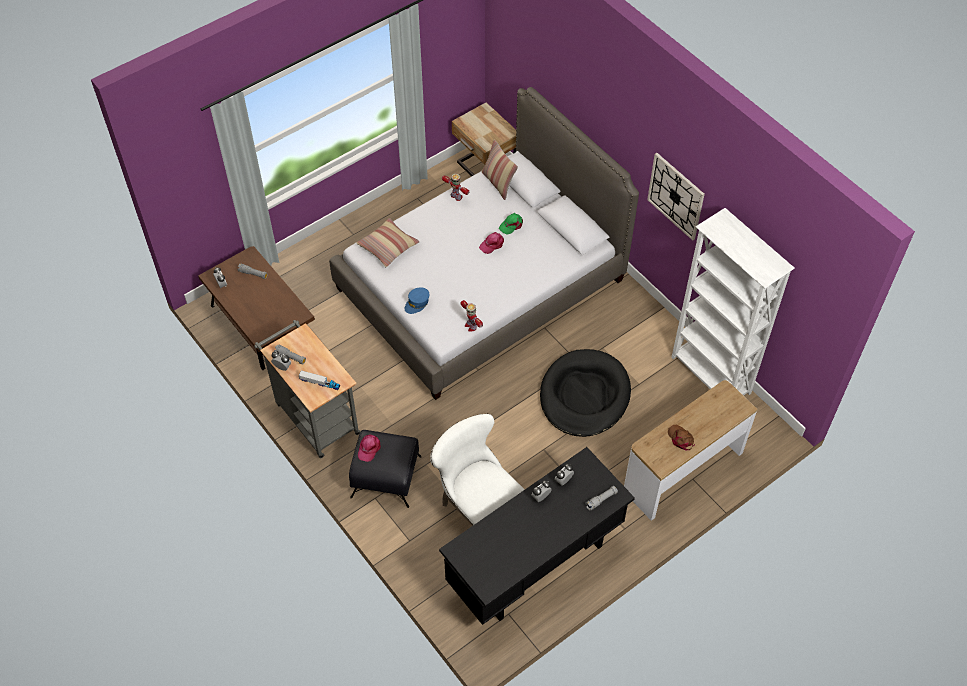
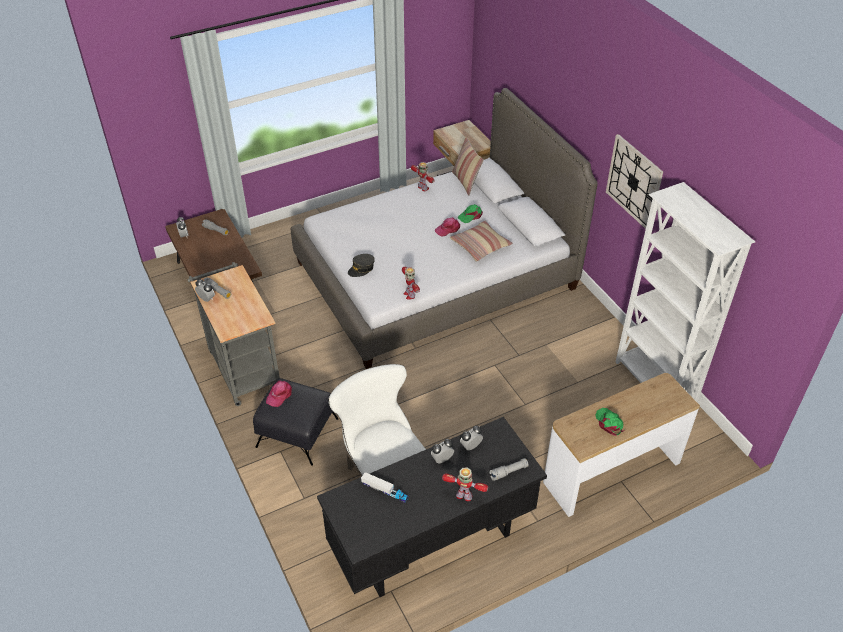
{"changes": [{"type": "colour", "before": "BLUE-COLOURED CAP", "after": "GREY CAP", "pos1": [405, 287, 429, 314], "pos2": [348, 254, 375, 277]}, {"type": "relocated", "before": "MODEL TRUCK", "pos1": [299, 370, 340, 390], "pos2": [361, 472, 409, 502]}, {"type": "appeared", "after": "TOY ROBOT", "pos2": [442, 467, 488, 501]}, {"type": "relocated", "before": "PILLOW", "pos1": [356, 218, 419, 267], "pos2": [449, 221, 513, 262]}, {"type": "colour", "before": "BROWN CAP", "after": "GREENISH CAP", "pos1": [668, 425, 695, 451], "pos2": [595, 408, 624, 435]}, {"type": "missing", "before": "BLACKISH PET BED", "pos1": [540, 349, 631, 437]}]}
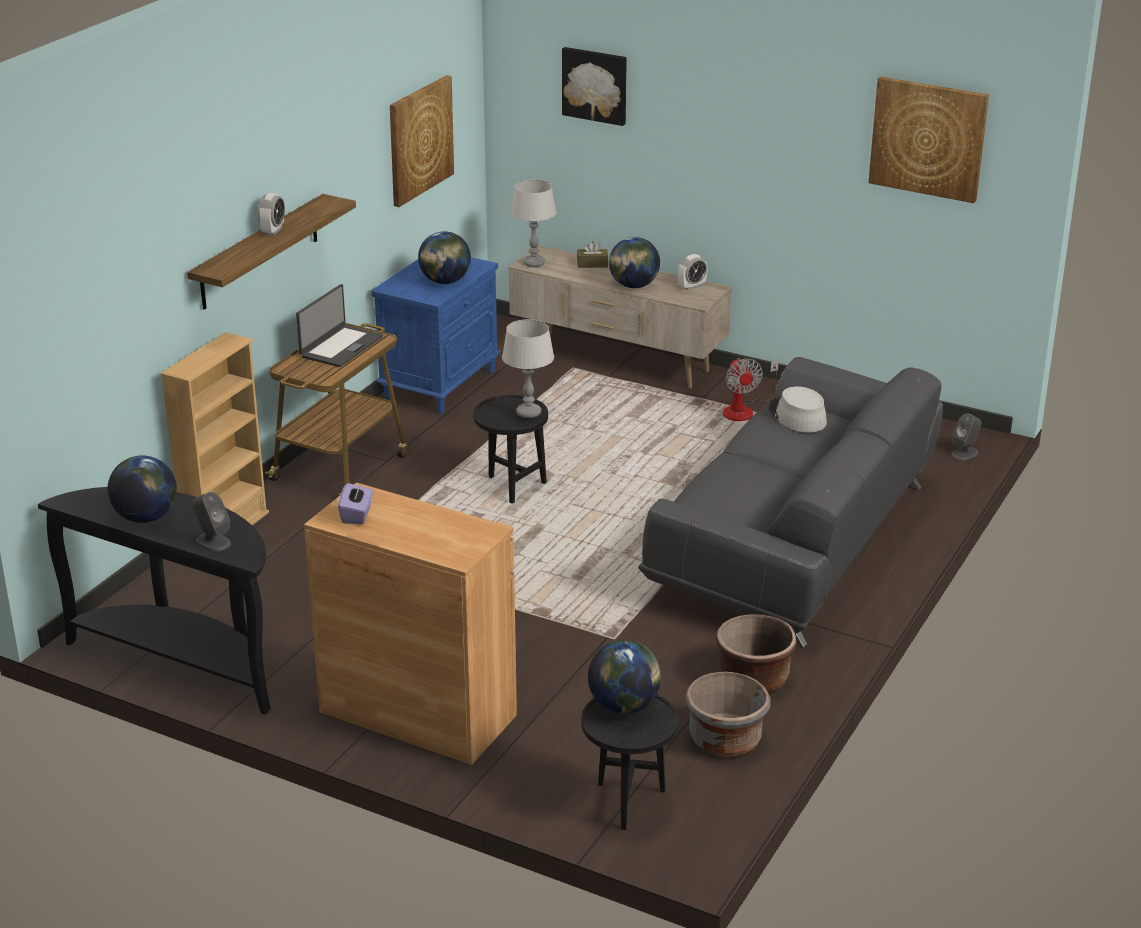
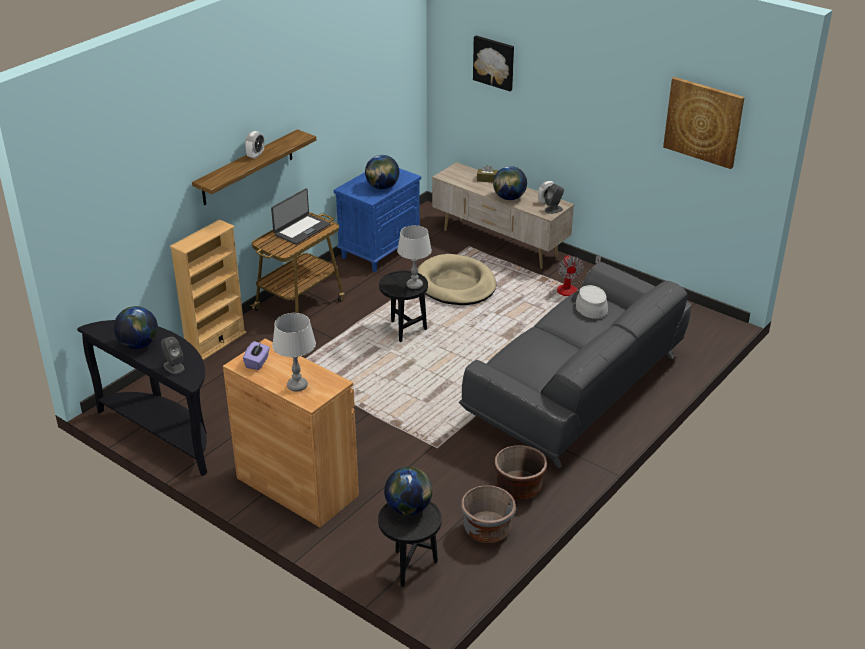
{"changes": [{"type": "relocated", "before": "GREY TABLETOP LAMP", "pos1": [511, 180, 556, 267], "pos2": [272, 313, 316, 392]}, {"type": "appeared", "after": "BEIGE PET BED", "pos2": [418, 254, 496, 305]}, {"type": "relocated", "before": "GREY SPEAKER", "pos1": [951, 413, 981, 460], "pos2": [545, 184, 564, 214]}, {"type": "missing", "before": "PICTURE", "pos1": [390, 75, 454, 207]}]}
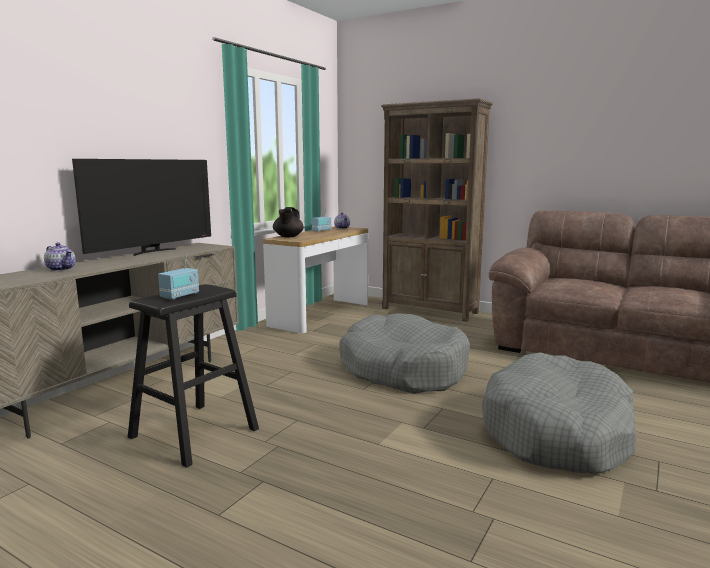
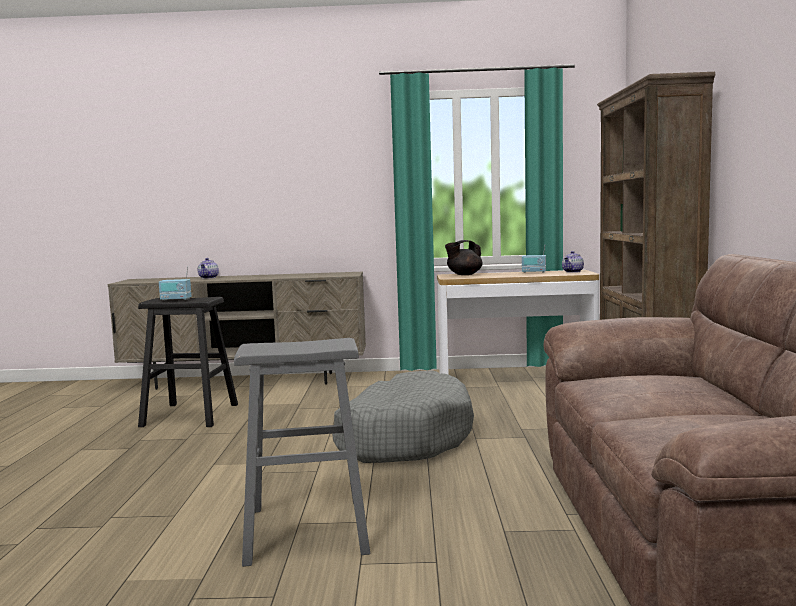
{"changes": [{"type": "exchanged", "before": "GREY PET BED", "after": "GREY STOOL SEAT", "pos1": [482, 352, 636, 473], "pos2": [234, 338, 370, 567]}, {"type": "missing", "before": "TV", "pos1": [72, 159, 211, 256]}]}
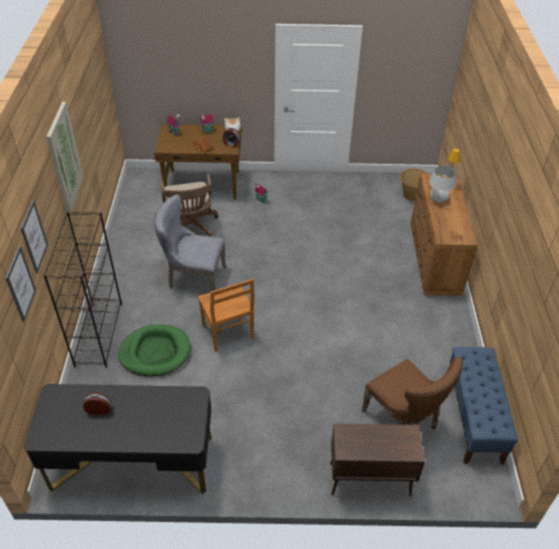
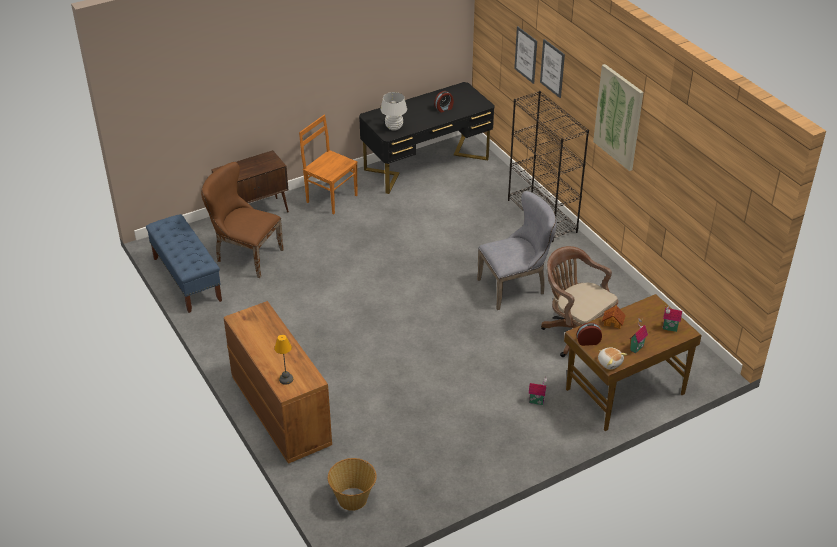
{"changes": [{"type": "relocated", "before": "BROWN CHAIR", "pos1": [198, 279, 255, 352], "pos2": [299, 115, 358, 214]}, {"type": "relocated", "before": "WHITISH TABLETOP LAMP", "pos1": [429, 165, 456, 203], "pos2": [380, 92, 407, 131]}, {"type": "missing", "before": "GREENISH PET BED", "pos1": [118, 324, 191, 377]}]}
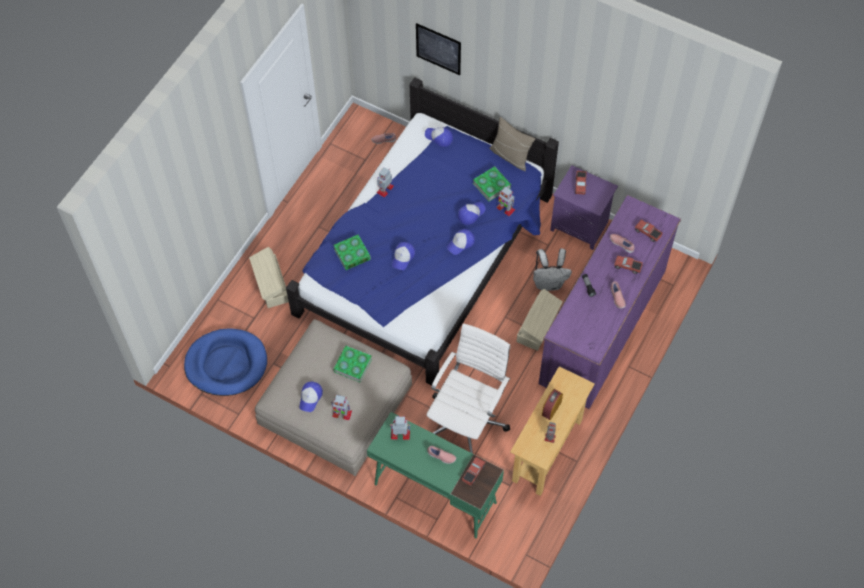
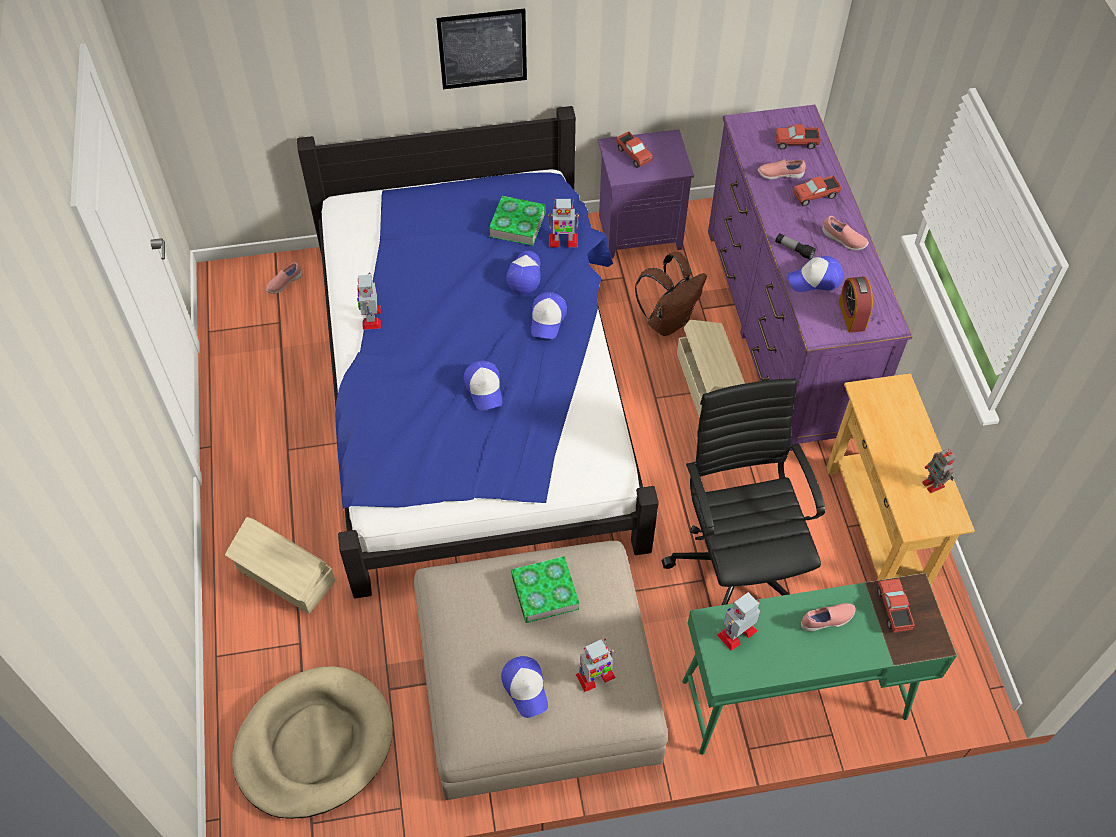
{"changes": [{"type": "colour", "before": "BLUE-COLOURED PET BED", "after": "BEIGE PET BED", "pos1": [184, 328, 267, 396], "pos2": [232, 666, 393, 819]}, {"type": "relocated", "before": "PICTURE", "pos1": [416, 23, 461, 75], "pos2": [436, 8, 527, 89]}, {"type": "colour", "before": "WHITISH RUCKSACK", "after": "BROWN RUCKSACK", "pos1": [533, 248, 572, 291], "pos2": [635, 252, 707, 336]}, {"type": "colour", "before": "WHITISH DESK CHAIR", "after": "BLACKISH DESK CHAIR", "pos1": [426, 323, 510, 454], "pos2": [662, 378, 825, 605]}, {"type": "relocated", "before": "CAP", "pos1": [425, 127, 453, 147], "pos2": [787, 256, 843, 292]}, {"type": "relocated", "before": "TABLE CLOCK", "pos1": [542, 389, 563, 420], "pos2": [838, 276, 873, 333]}, {"type": "missing", "before": "VOLUME", "pos1": [334, 235, 371, 270]}, {"type": "missing", "before": "BEIGE PILLOW", "pos1": [489, 117, 535, 171]}]}
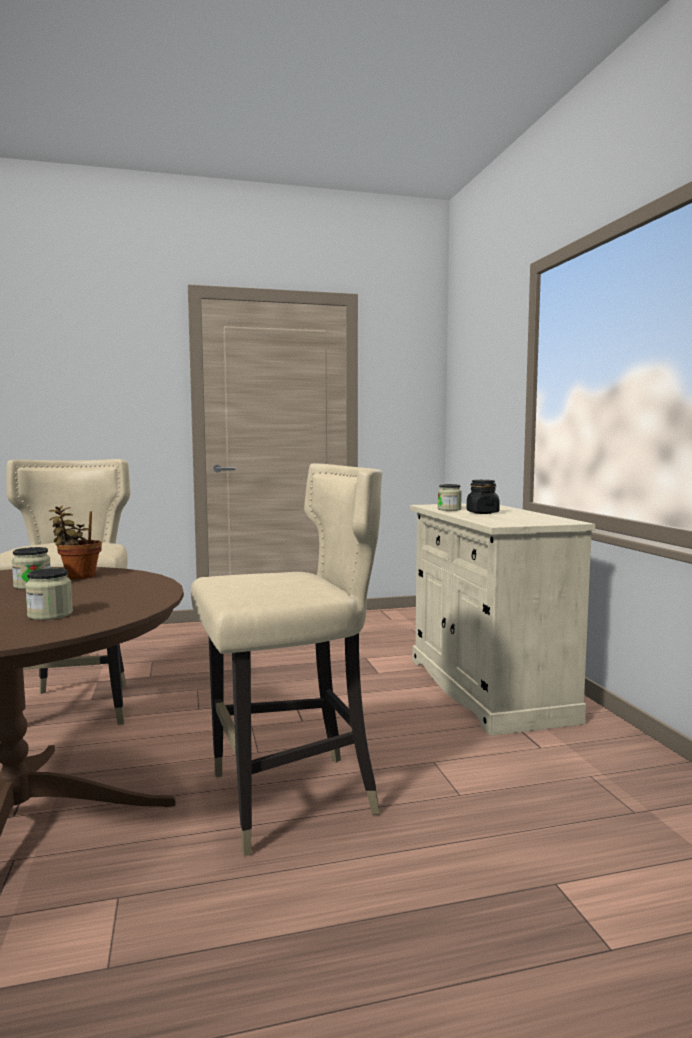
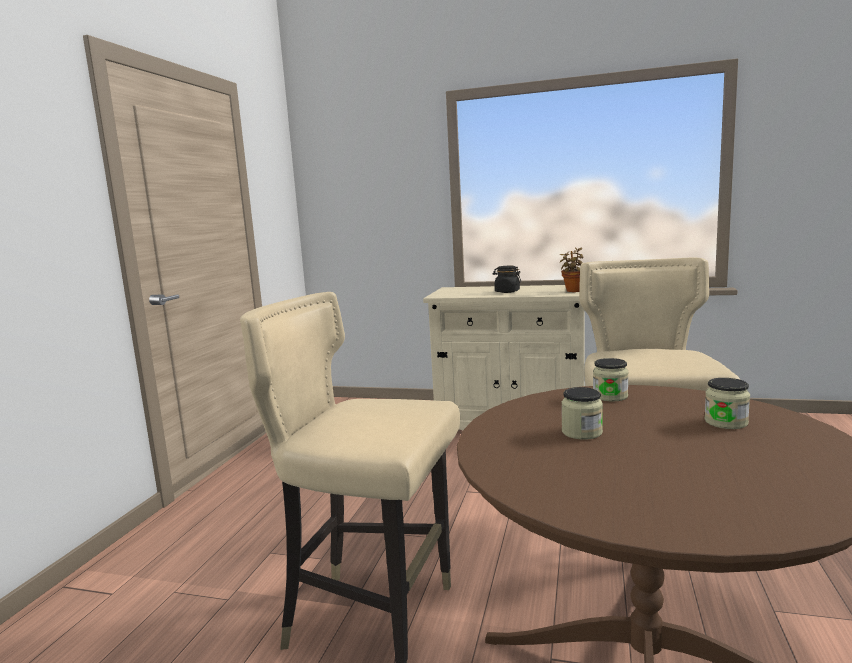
{"changes": [{"type": "relocated", "before": "POTTED PLANT", "pos1": [48, 506, 102, 579], "pos2": [560, 248, 584, 292]}, {"type": "relocated", "before": "STORAGE JAR", "pos1": [438, 484, 462, 511], "pos2": [593, 358, 629, 401]}]}
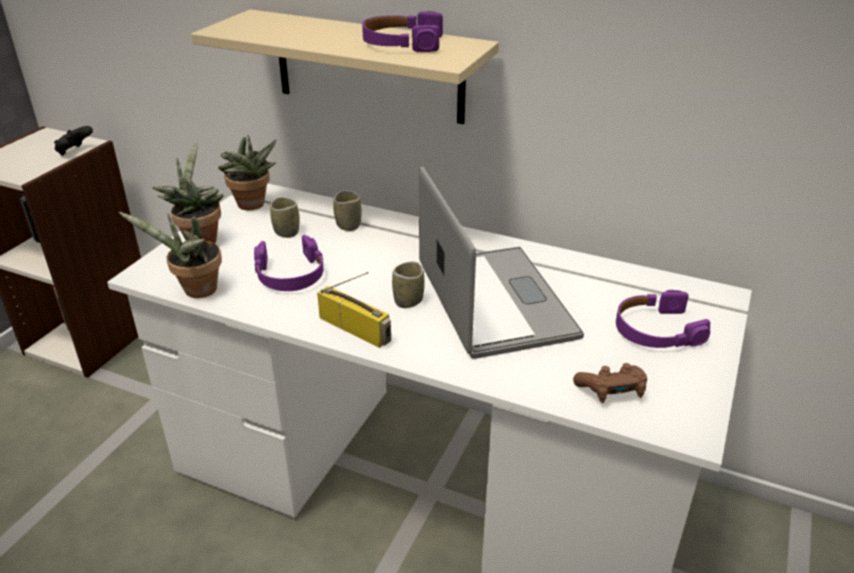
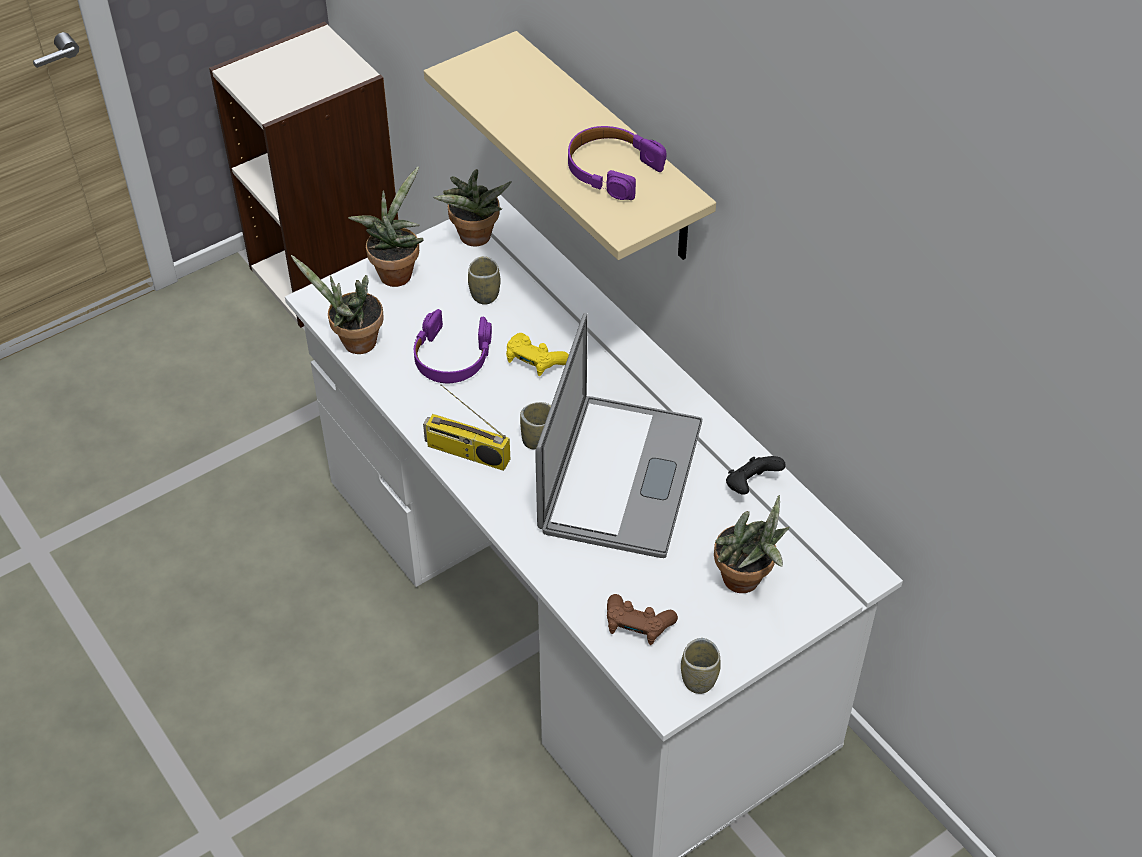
{"changes": [{"type": "spun", "before": "RADIO RECEIVER", "pos1": [317, 272, 391, 348], "pos2": [423, 384, 510, 471], "turn": 135}, {"type": "appeared", "after": "YELLOWISH GAMEPAD", "pos2": [506, 333, 569, 376]}, {"type": "relocated", "before": "CUP", "pos1": [334, 190, 362, 231], "pos2": [681, 638, 721, 694]}, {"type": "exchanged", "before": "PURPLE-COLOURED HEADPHONES", "after": "POTTED PLANT", "pos1": [616, 290, 710, 348], "pos2": [714, 495, 790, 593]}, {"type": "relocated", "before": "BLACKISH GAMEPAD", "pos1": [54, 126, 93, 156], "pos2": [726, 456, 786, 494]}]}
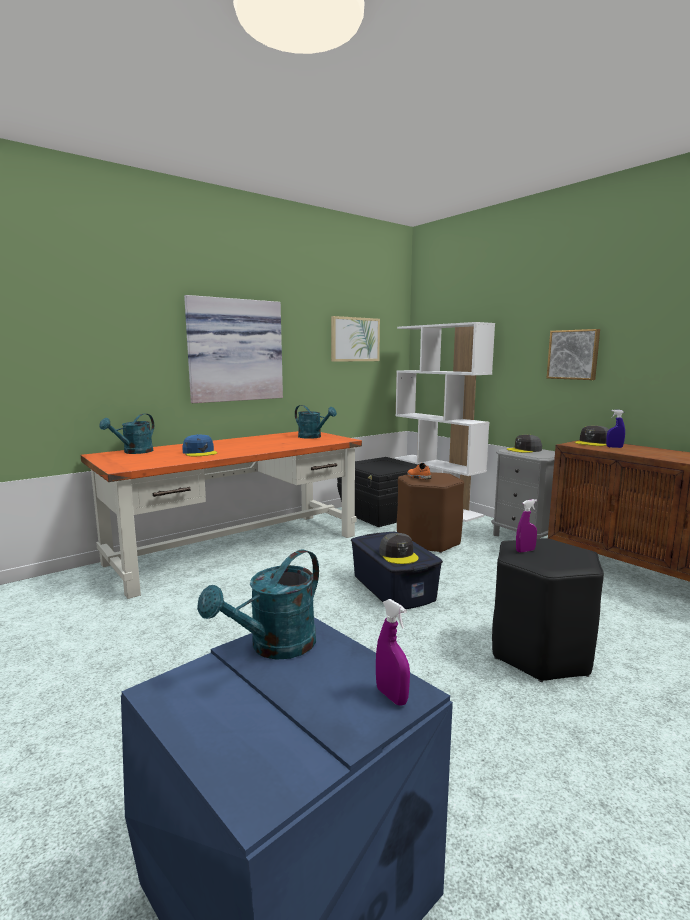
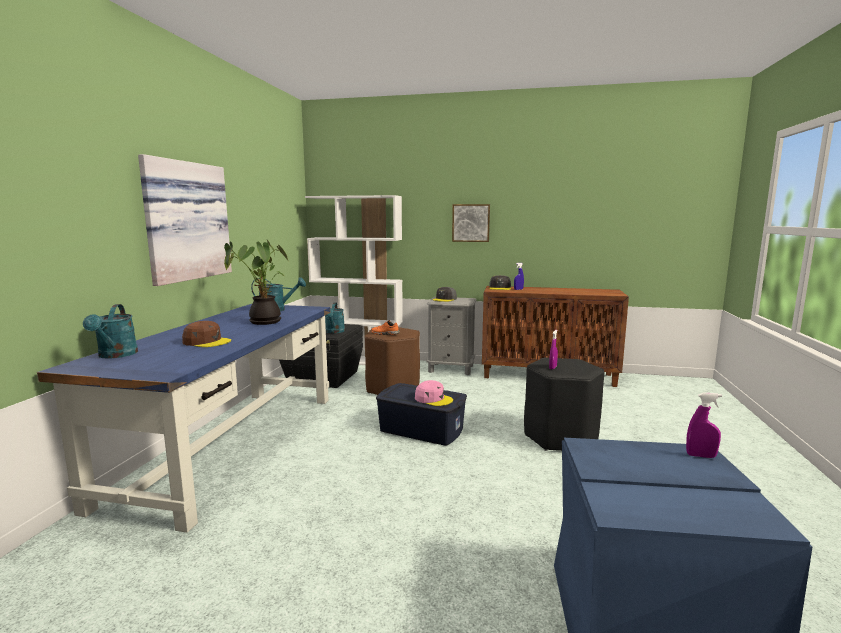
{"changes": [{"type": "colour", "before": "ORANGEY DESK", "after": "BLUE-COLOURED DESK", "pos1": [80, 431, 362, 599], "pos2": [37, 304, 330, 533]}, {"type": "colour", "before": "BLUE-COLOURED CAP", "after": "BROWN CAP", "pos1": [182, 434, 217, 456], "pos2": [182, 321, 231, 347]}, {"type": "appeared", "after": "POTTED PLANT", "pos2": [224, 240, 288, 325]}, {"type": "relocated", "before": "BLUE-GREEN WATERING CAN", "pos1": [197, 549, 319, 660], "pos2": [325, 303, 345, 333]}, {"type": "colour", "before": "GREY CAP", "after": "PINK-COLOURED CAP", "pos1": [379, 533, 419, 564], "pos2": [415, 380, 453, 406]}, {"type": "missing", "before": "PICTURE", "pos1": [331, 316, 380, 362]}]}
